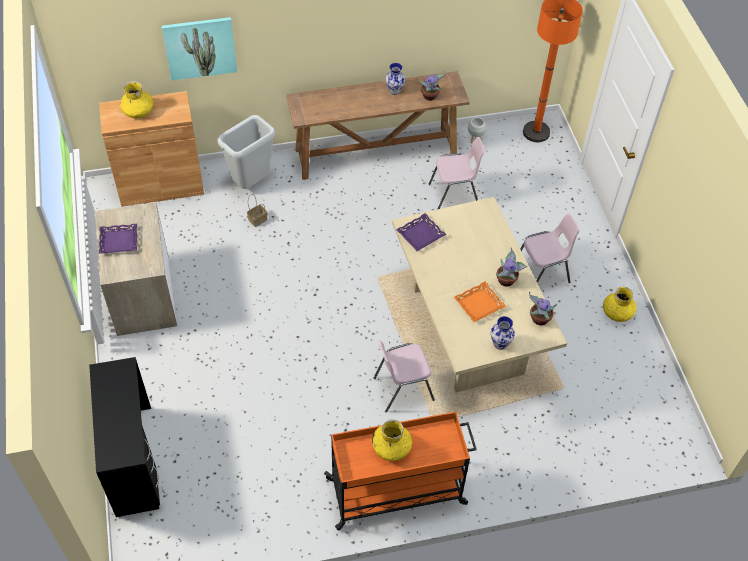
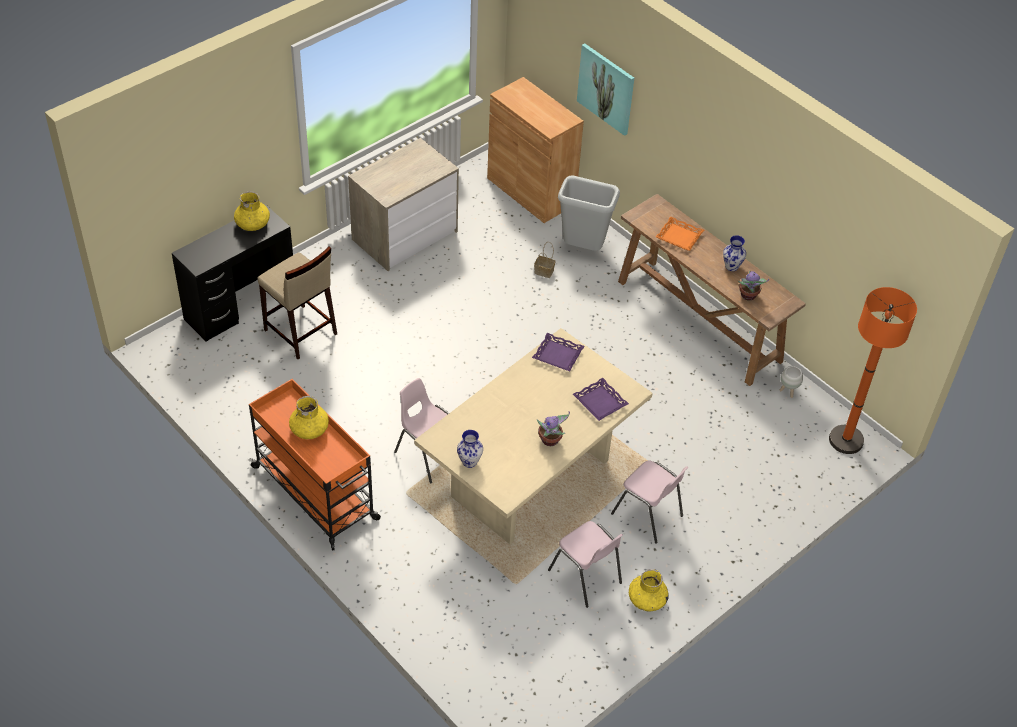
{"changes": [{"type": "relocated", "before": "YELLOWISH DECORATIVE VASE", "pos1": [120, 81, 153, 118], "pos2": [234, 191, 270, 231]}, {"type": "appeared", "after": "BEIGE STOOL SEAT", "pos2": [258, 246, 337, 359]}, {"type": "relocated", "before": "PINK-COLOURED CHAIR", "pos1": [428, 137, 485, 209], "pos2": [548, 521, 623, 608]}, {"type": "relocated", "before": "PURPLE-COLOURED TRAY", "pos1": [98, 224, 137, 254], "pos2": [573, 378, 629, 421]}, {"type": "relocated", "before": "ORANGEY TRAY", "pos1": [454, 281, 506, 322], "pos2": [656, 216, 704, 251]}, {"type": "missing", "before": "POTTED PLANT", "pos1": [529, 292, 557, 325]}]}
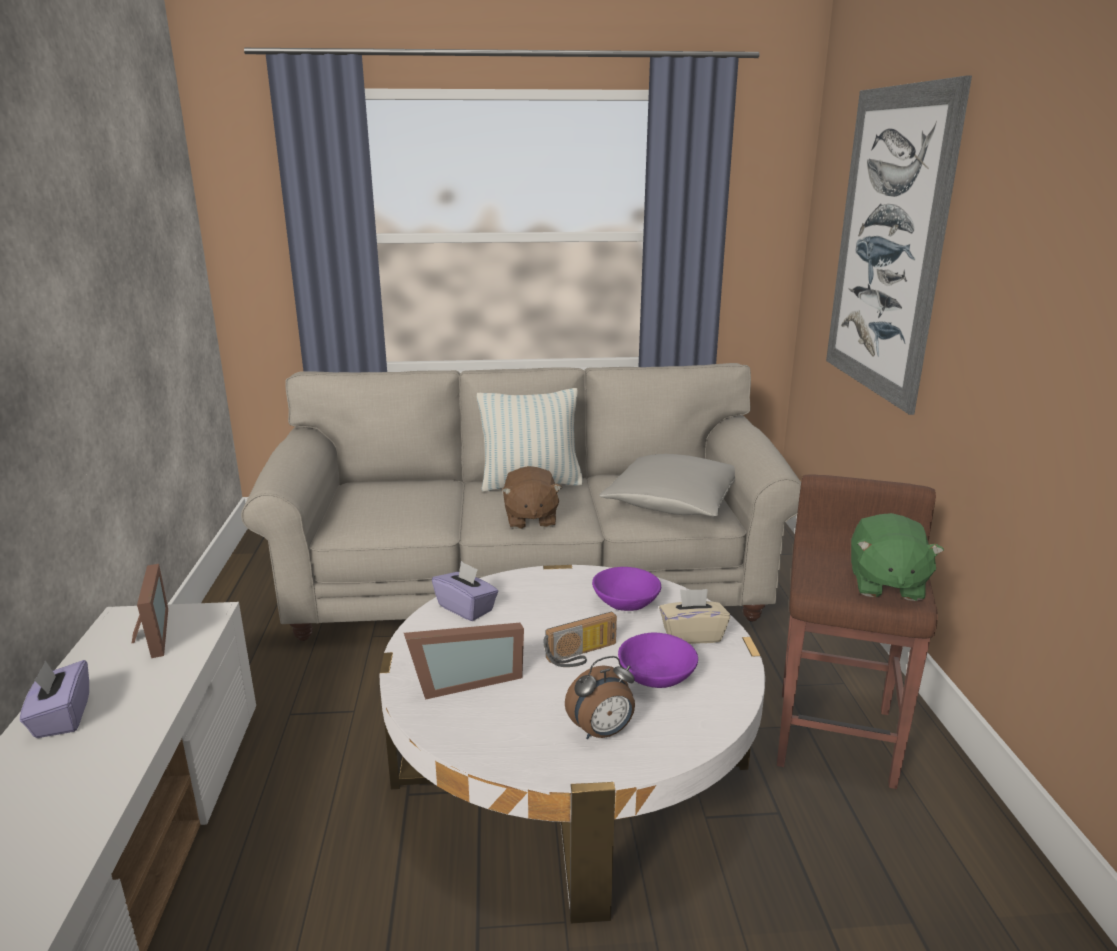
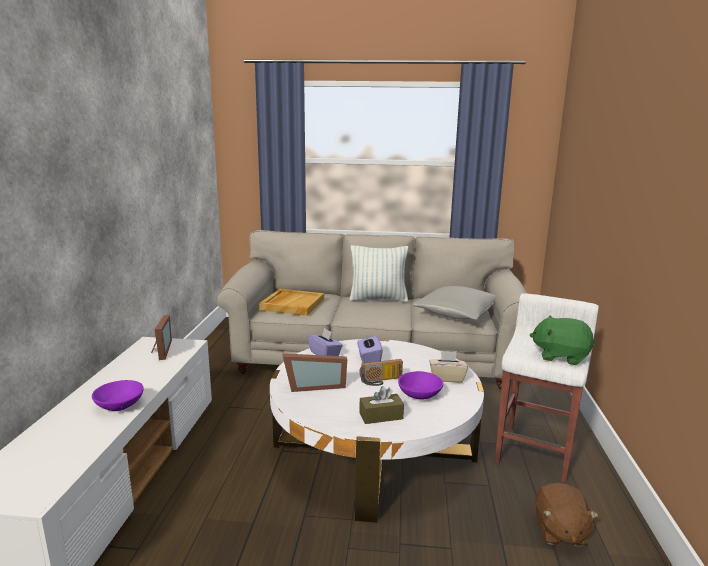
{"changes": [{"type": "relocated", "before": "PURPLE-COLOURED BOWL", "pos1": [592, 567, 661, 611], "pos2": [92, 380, 144, 411]}, {"type": "appeared", "after": "BEIGE TRAY", "pos2": [259, 289, 324, 316]}, {"type": "relocated", "before": "PURPLE-COLOURED TISSUE BOX", "pos1": [20, 660, 89, 738], "pos2": [357, 335, 383, 363]}, {"type": "exchanged", "before": "TABLE CLOCK", "after": "BROWN TISSUE BOX", "pos1": [565, 656, 635, 739], "pos2": [359, 386, 404, 424]}, {"type": "colour", "before": "BROWN STOOL SEAT", "after": "WHITISH STOOL SEAT", "pos1": [777, 474, 938, 789], "pos2": [495, 293, 599, 483]}, {"type": "spun", "before": "GREENISH PLUSH TOY", "pos1": [851, 513, 944, 601], "pos2": [530, 315, 594, 365], "turn": 90}, {"type": "relocated", "before": "BROWN PLUSH TOY", "pos1": [502, 466, 562, 529], "pos2": [535, 483, 599, 547]}, {"type": "missing", "before": "PICTURE", "pos1": [826, 76, 972, 415]}]}
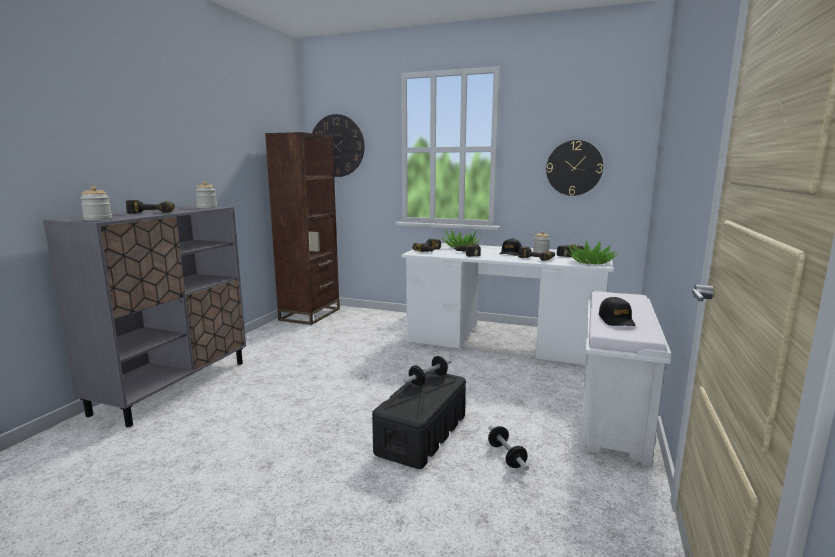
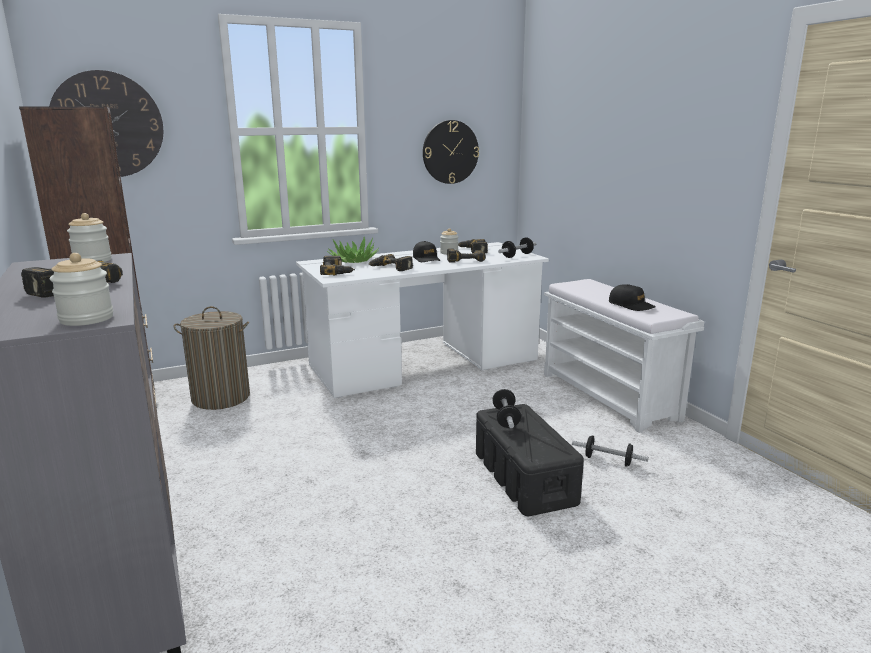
{"changes": [{"type": "appeared", "after": "HAMPER", "pos2": [174, 306, 250, 410]}, {"type": "exchanged", "before": "POTTED PLANT", "after": "DUMBBELL", "pos1": [566, 241, 618, 264], "pos2": [498, 237, 536, 258]}]}
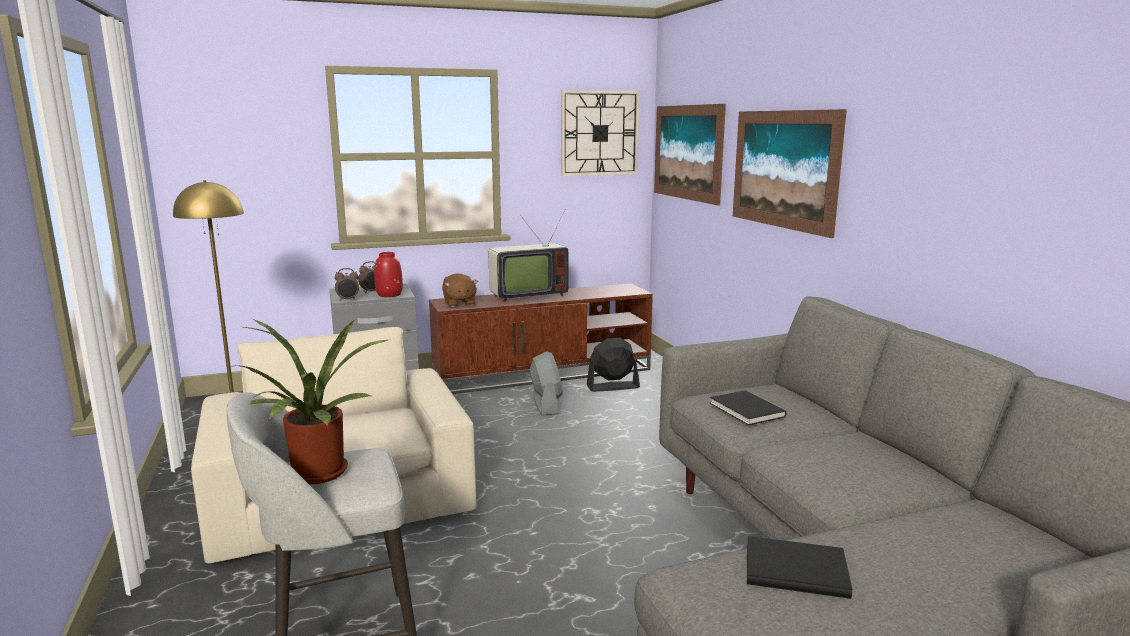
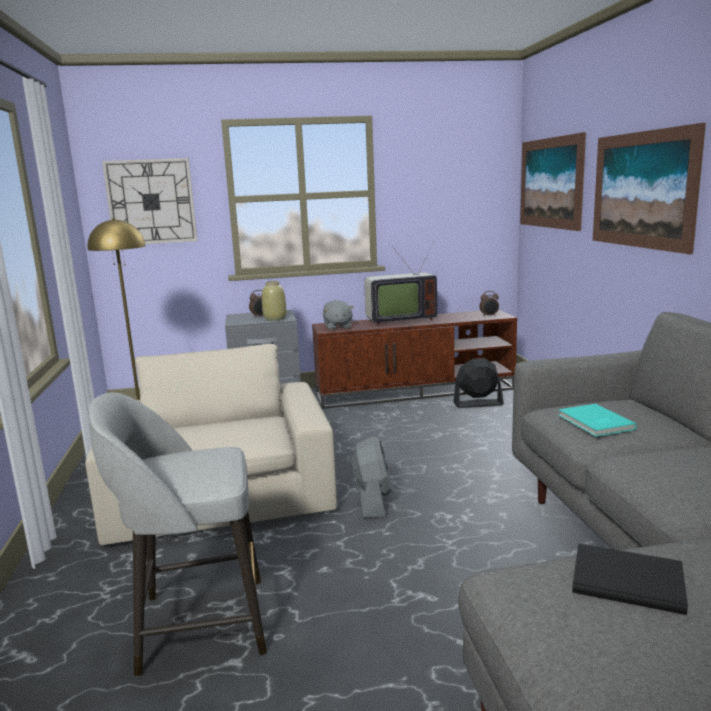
{"changes": [{"type": "relocated", "before": "CLOCK ON THE WALL", "pos1": [561, 90, 640, 176], "pos2": [102, 158, 197, 244]}, {"type": "colour", "before": "REDDISH DECORATIVE VASE", "after": "BEIGE DECORATIVE VASE", "pos1": [374, 252, 403, 297], "pos2": [262, 281, 286, 321]}, {"type": "colour", "before": "BROWN PLUSH TOY", "after": "GREY PLUSH TOY", "pos1": [442, 273, 478, 307], "pos2": [323, 300, 354, 330]}, {"type": "relocated", "before": "GREY COOLING FAN", "pos1": [530, 351, 563, 415], "pos2": [352, 436, 392, 518]}, {"type": "relocated", "before": "TABLE CLOCK", "pos1": [335, 268, 359, 301], "pos2": [479, 291, 499, 317]}, {"type": "colour", "before": "BLACKISH VOLUME", "after": "BLUE-GREEN VOLUME", "pos1": [710, 390, 787, 425], "pos2": [559, 404, 637, 437]}, {"type": "missing", "before": "POTTED PLANT", "pos1": [241, 319, 388, 484]}]}
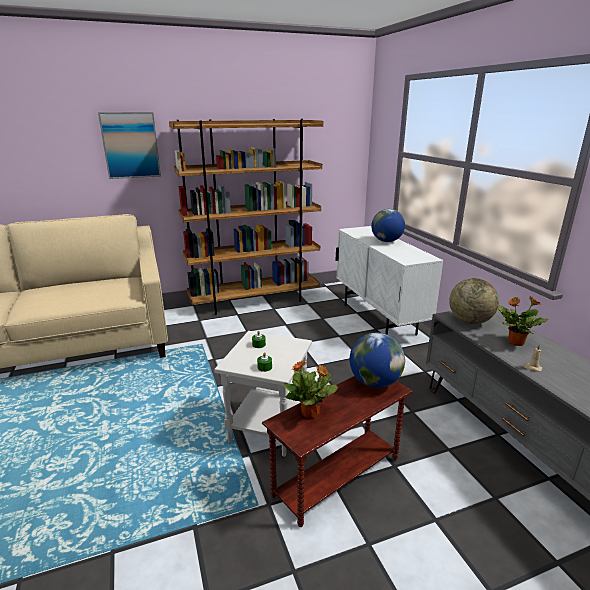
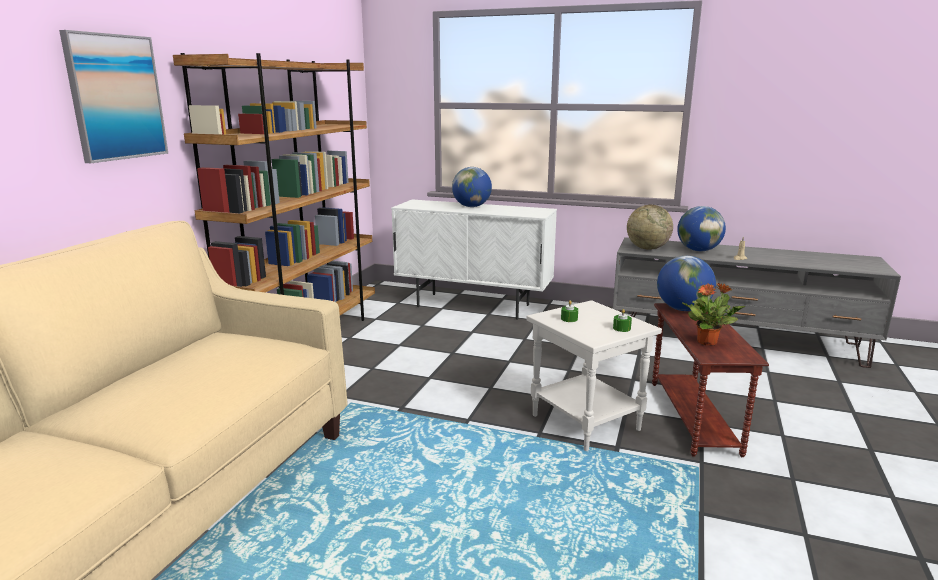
{"changes": [{"type": "exchanged", "before": "POTTED PLANT", "after": "GLOBE", "pos1": [498, 296, 549, 346], "pos2": [677, 206, 726, 251]}]}
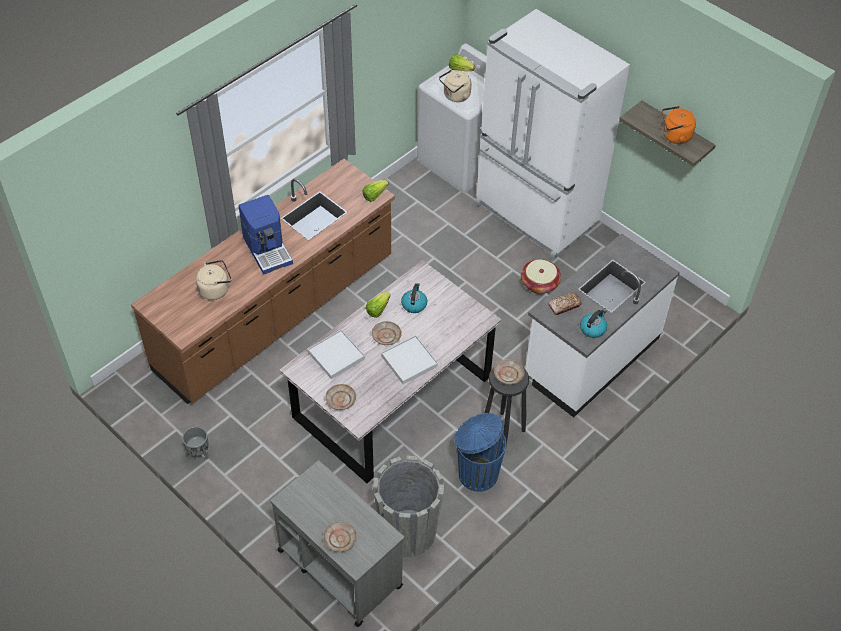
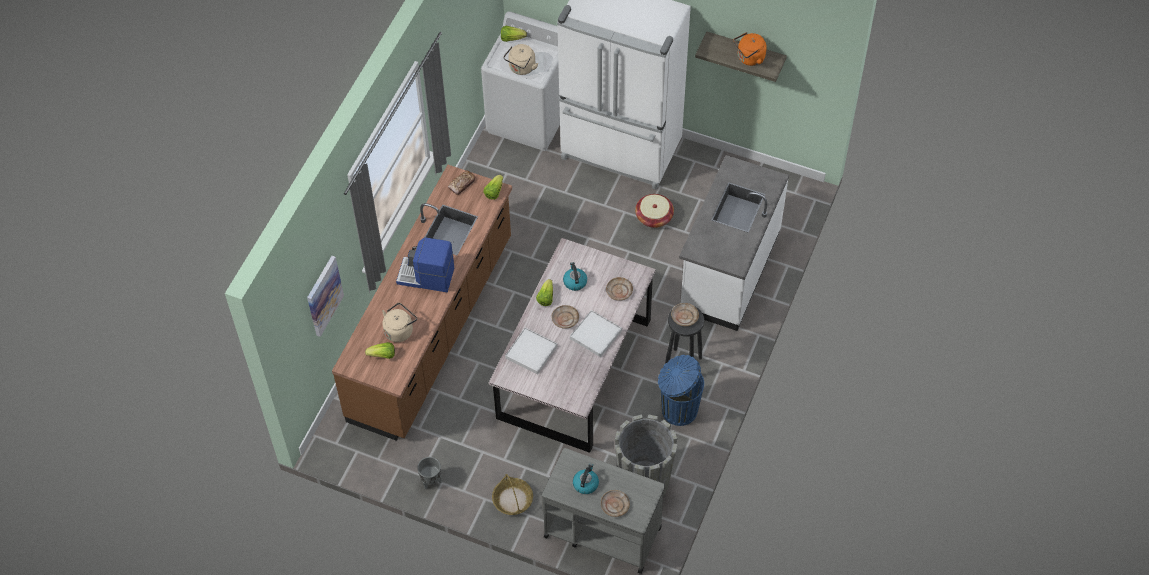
{"changes": [{"type": "appeared", "after": "PICTURE", "pos2": [307, 256, 344, 337]}, {"type": "appeared", "after": "LETTUCE HEAD", "pos2": [365, 342, 395, 359]}, {"type": "spun", "before": "COFFEE MAKER", "pos1": [239, 195, 293, 275], "pos2": [396, 237, 454, 292], "turn": 150}, {"type": "relocated", "before": "BAKERY BREAD", "pos1": [548, 293, 582, 315], "pos2": [448, 170, 476, 195]}, {"type": "appeared", "after": "BASKET", "pos2": [492, 474, 533, 515]}, {"type": "relocated", "before": "TEA KETTLE", "pos1": [580, 309, 607, 338], "pos2": [573, 463, 599, 494]}, {"type": "relocated", "before": "BEIGE PLATE", "pos1": [325, 384, 356, 410], "pos2": [606, 277, 633, 301]}]}
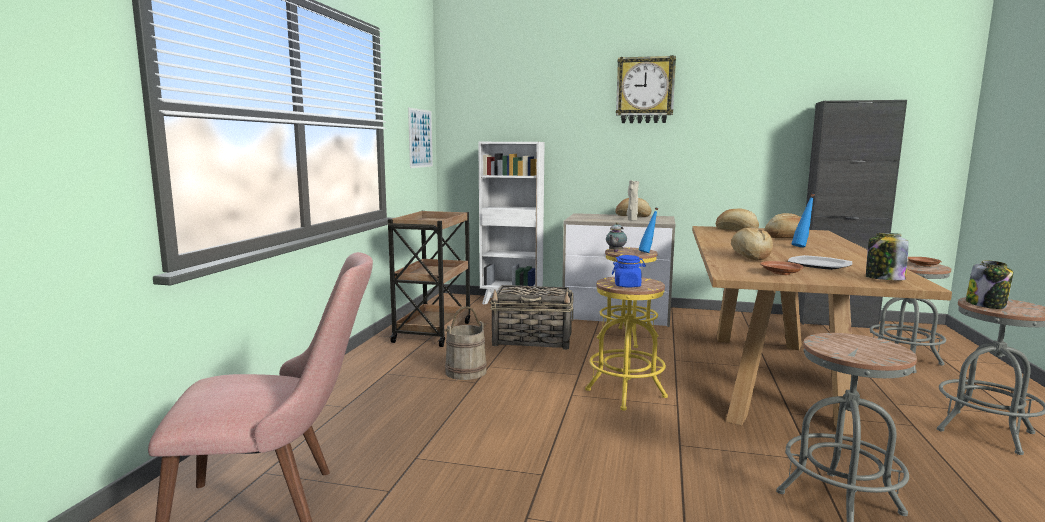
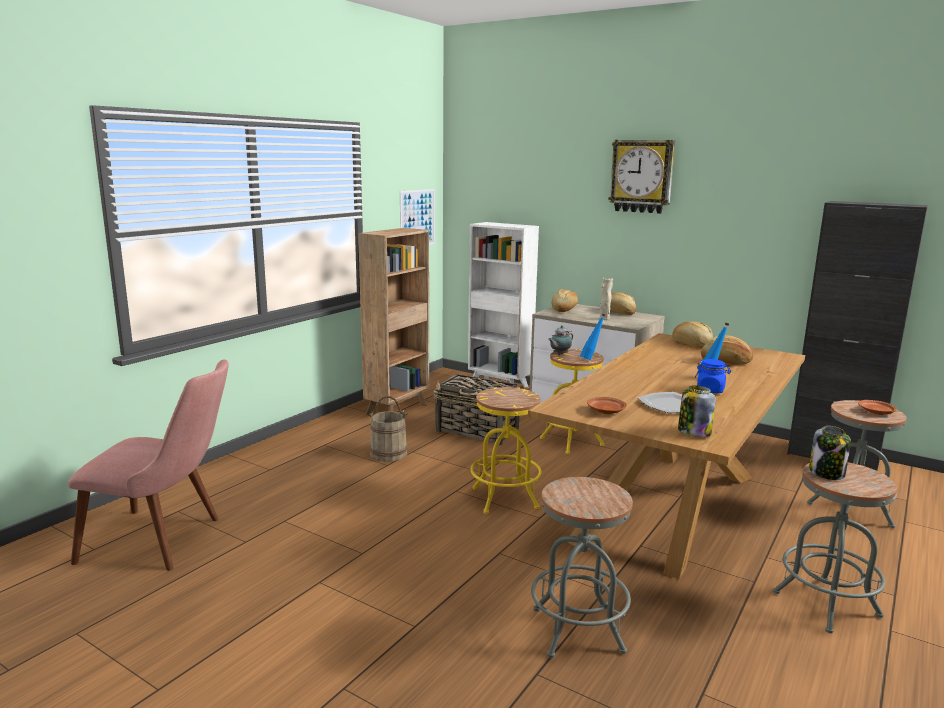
{"changes": [{"type": "exchanged", "before": "BROWN WHEELED CART", "after": "BROWN BOOKCASE", "pos1": [388, 211, 470, 347], "pos2": [358, 228, 429, 415]}, {"type": "relocated", "before": "BAKERY BREAD", "pos1": [731, 228, 773, 260], "pos2": [552, 289, 578, 312]}, {"type": "relocated", "before": "BLUE-COLOURED STORAGE JAR", "pos1": [612, 255, 646, 288], "pos2": [695, 359, 731, 393]}]}
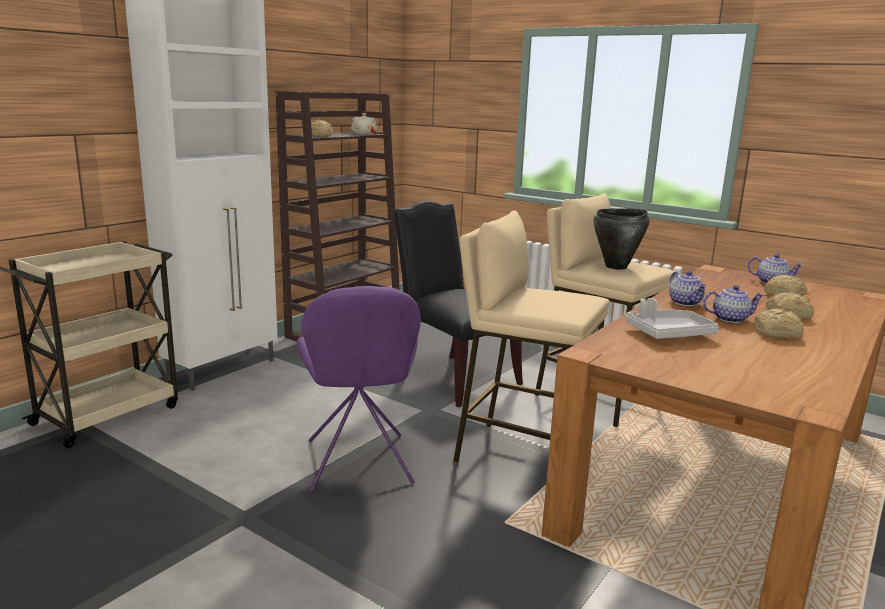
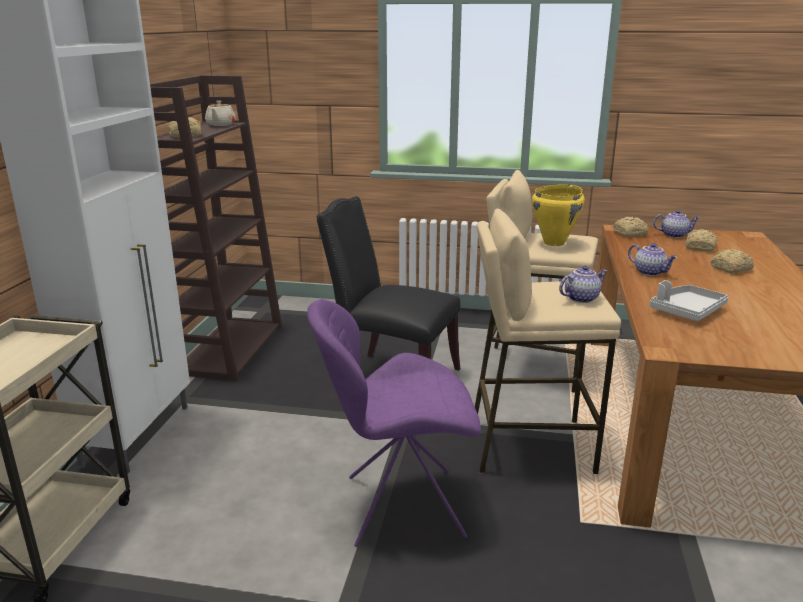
{"changes": [{"type": "spun", "before": "PURPLE-COLOURED CHAIR", "pos1": [297, 286, 421, 492], "pos2": [307, 299, 481, 547], "turn": 120}, {"type": "colour", "before": "BLACKISH SAUCEPOT", "after": "YELLOWISH SAUCEPOT", "pos1": [593, 208, 649, 270], "pos2": [532, 184, 585, 246]}, {"type": "relocated", "before": "POT FOR TEA", "pos1": [703, 285, 764, 323], "pos2": [559, 266, 607, 303]}, {"type": "relocated", "before": "BAKERY BREAD", "pos1": [754, 308, 804, 339], "pos2": [613, 216, 649, 237]}]}
